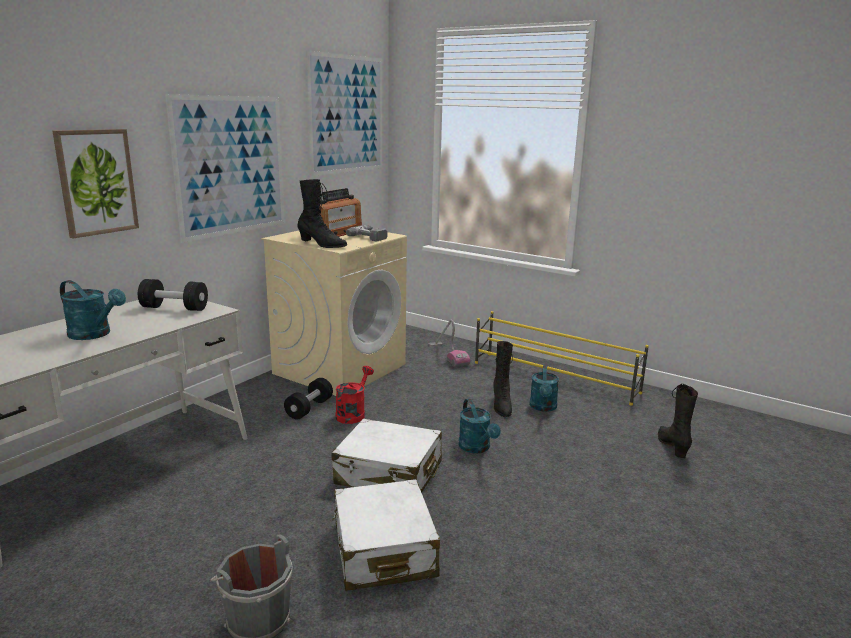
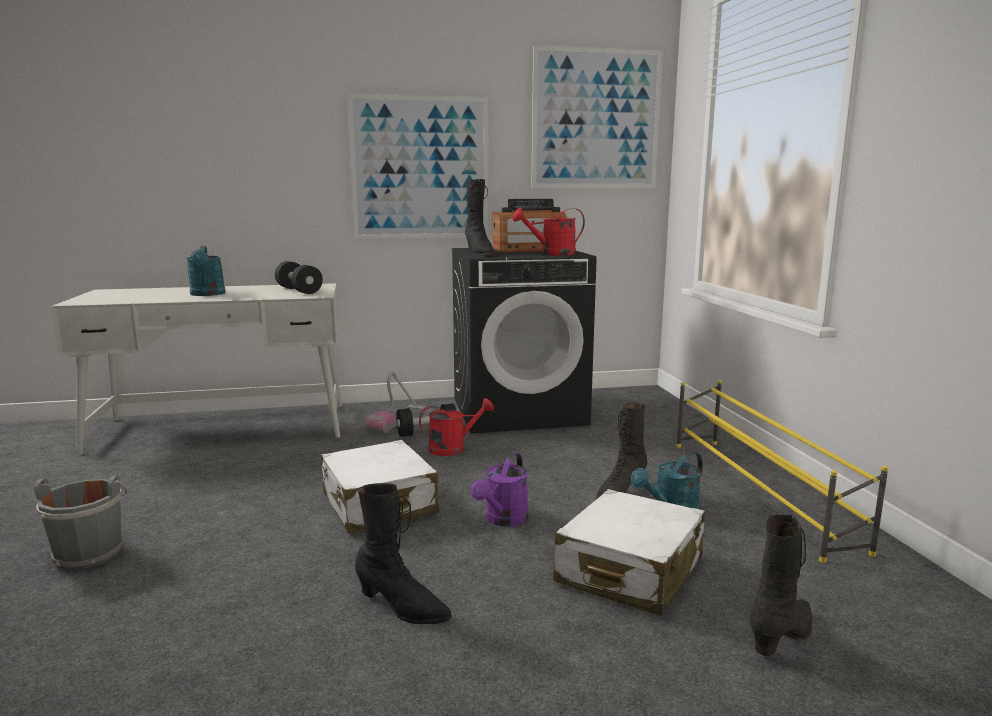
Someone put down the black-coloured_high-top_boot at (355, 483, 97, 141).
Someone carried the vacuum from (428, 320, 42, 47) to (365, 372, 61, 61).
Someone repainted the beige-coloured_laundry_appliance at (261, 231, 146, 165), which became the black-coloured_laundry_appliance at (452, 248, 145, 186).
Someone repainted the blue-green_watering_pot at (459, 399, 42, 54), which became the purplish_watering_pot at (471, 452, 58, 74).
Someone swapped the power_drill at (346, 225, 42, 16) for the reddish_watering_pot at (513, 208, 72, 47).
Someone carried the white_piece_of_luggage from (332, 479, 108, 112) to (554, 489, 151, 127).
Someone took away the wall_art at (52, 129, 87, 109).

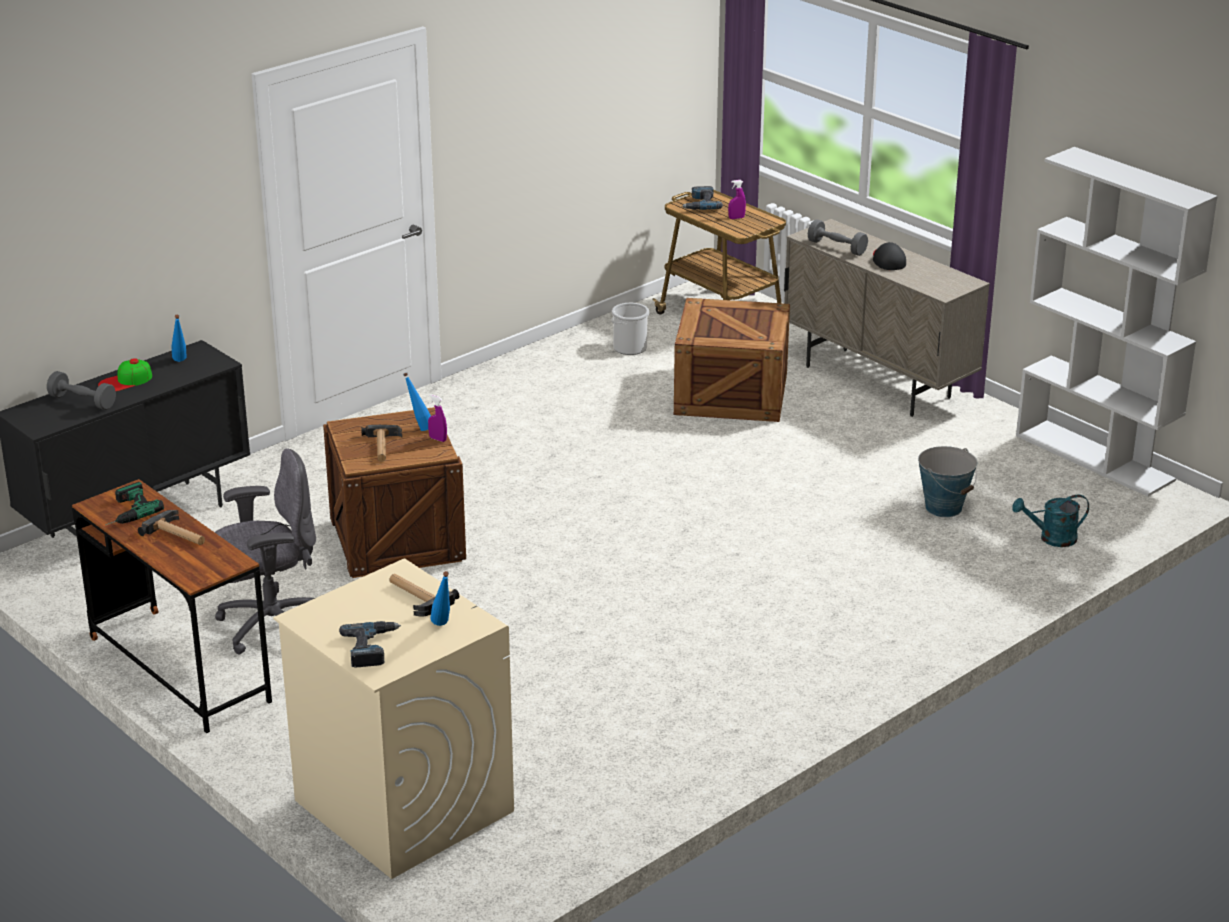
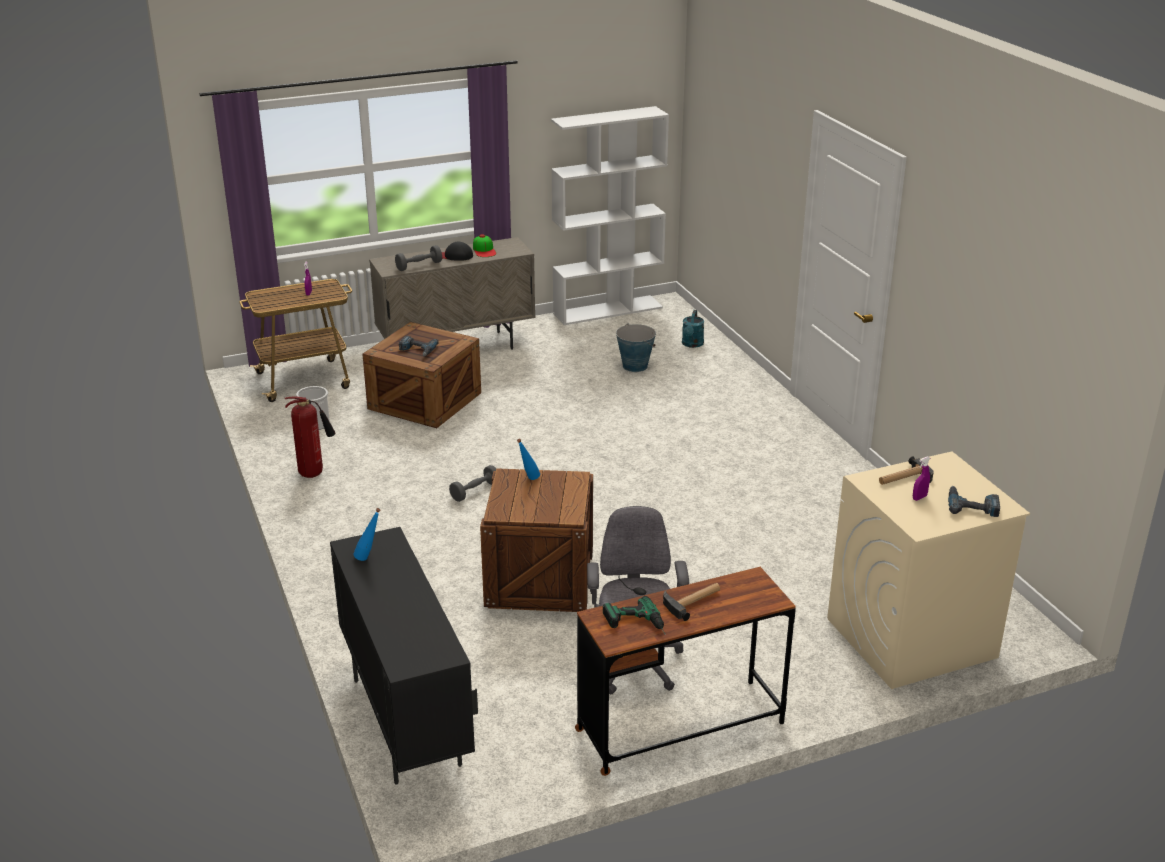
Someone put down the extinguisher at (285, 396, 51, 82).
Someone carried the power_drill from (682, 186, 41, 24) to (399, 336, 40, 20).
Someone carried the grey_free_weight from (47, 371, 69, 39) to (449, 465, 47, 37).
Someone carried the peaked_cap from (98, 358, 54, 33) to (473, 234, 24, 23).
Someone carried the purplish_spray_bottle from (428, 394, 19, 48) to (913, 456, 17, 45).
Someone took away the tool_hammer at (361, 425, 41, 37).
Someone took away the blue_drink_bottle at (430, 571, 20, 55).

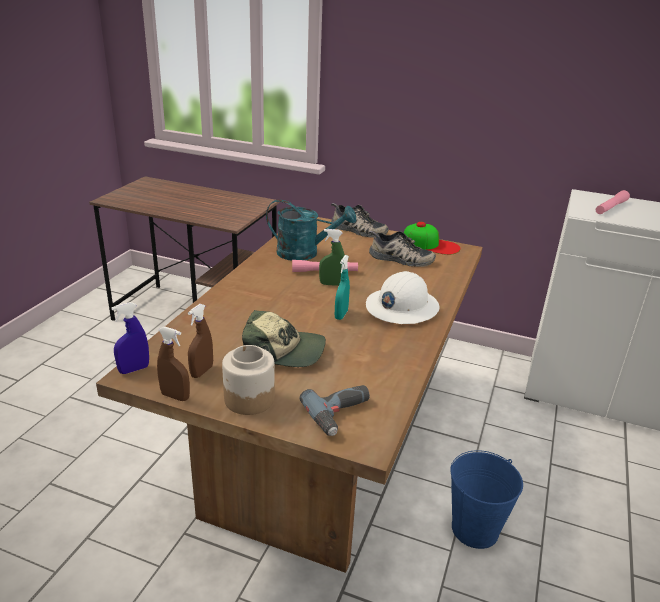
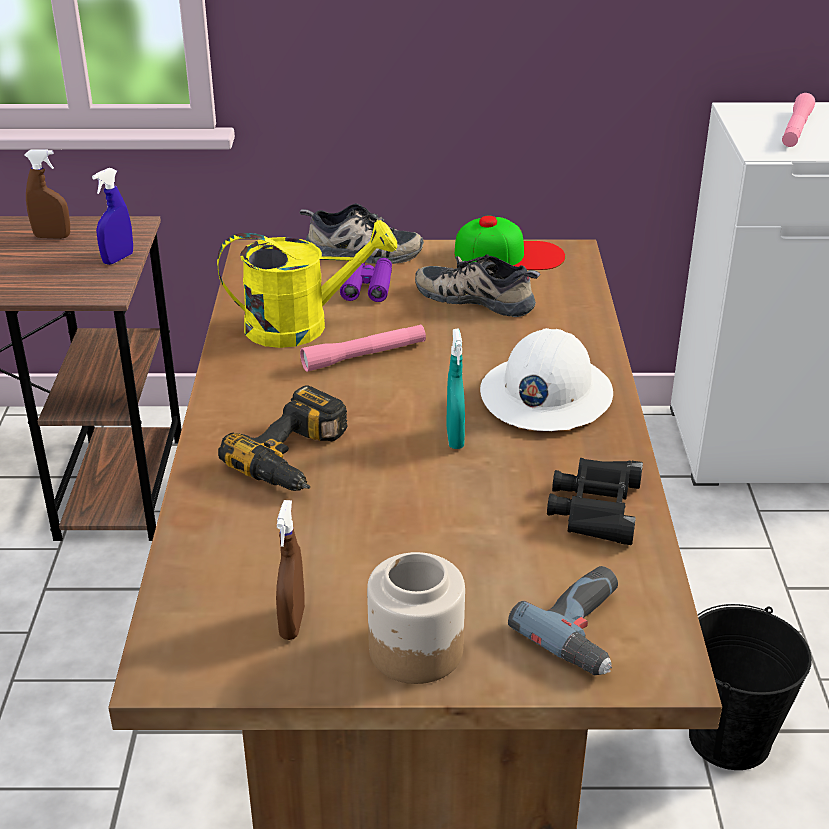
Someone carried the brownish_spray_bottle from (157, 326, 33, 75) to (25, 149, 45, 90).
Someone carried the blue_spray_bottle from (111, 302, 38, 72) to (92, 168, 41, 97).
Someone repainted the blue-green_watering_pot at (266, 199, 90, 62), which became the yellow-coloured_watering_pot at (217, 220, 180, 128).
Someone put down the power_drill at (218, 385, 130, 106).
Someone put down the purplish_field_glasses at (340, 258, 52, 44).
Someone rotated the item_of_footwear at (369, 231, 67, 36) by 150 degrees counterclockwise.
Someone put down the black-coloured_field_glasses at (547, 458, 96, 87).
Someone repainted the blue_bucket at (450, 450, 73, 99), which became the black-coloured_bucket at (689, 604, 123, 166).
Someone took away the peaked_cap at (242, 310, 84, 57).
Someone took away the green_spray_bottle at (319, 229, 26, 57).

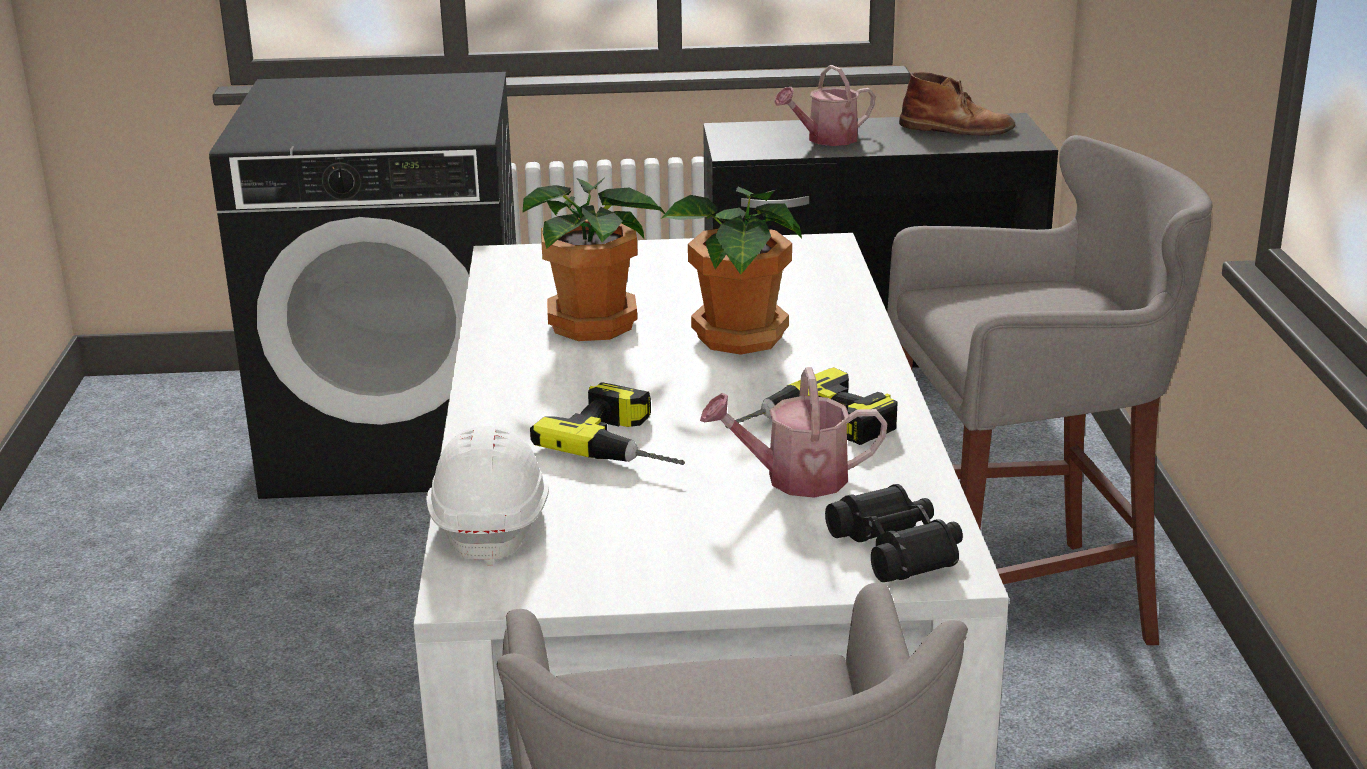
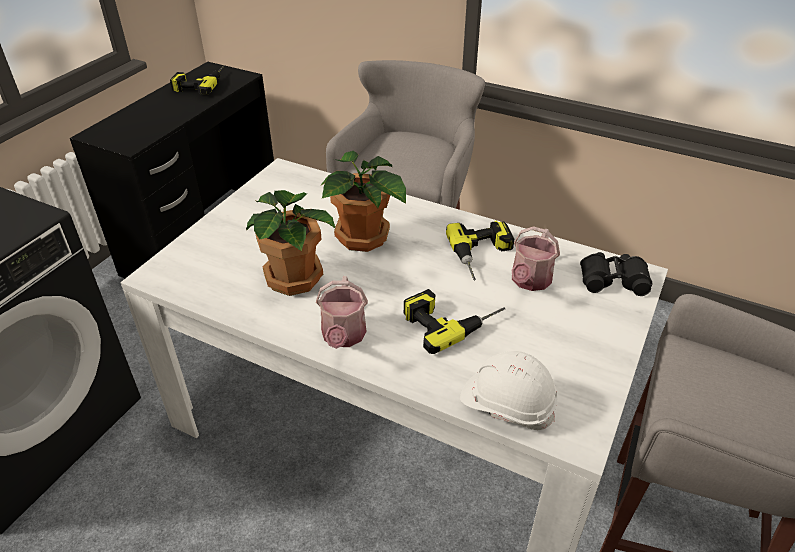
Someone swapped the brownish_high-top_boot at (899, 72, 116, 63) for the power_drill at (170, 65, 54, 30).
Someone carried the watering_pot from (774, 65, 102, 81) to (316, 276, 52, 73).

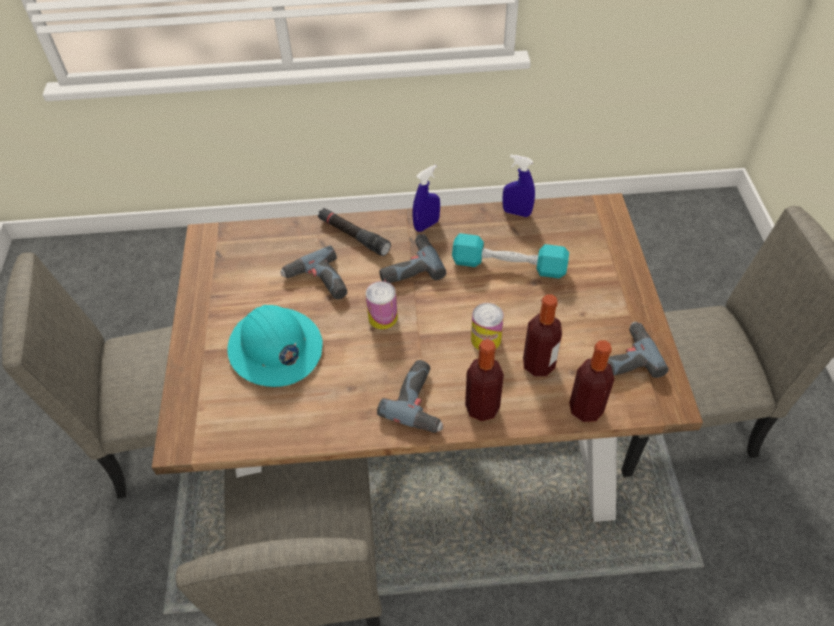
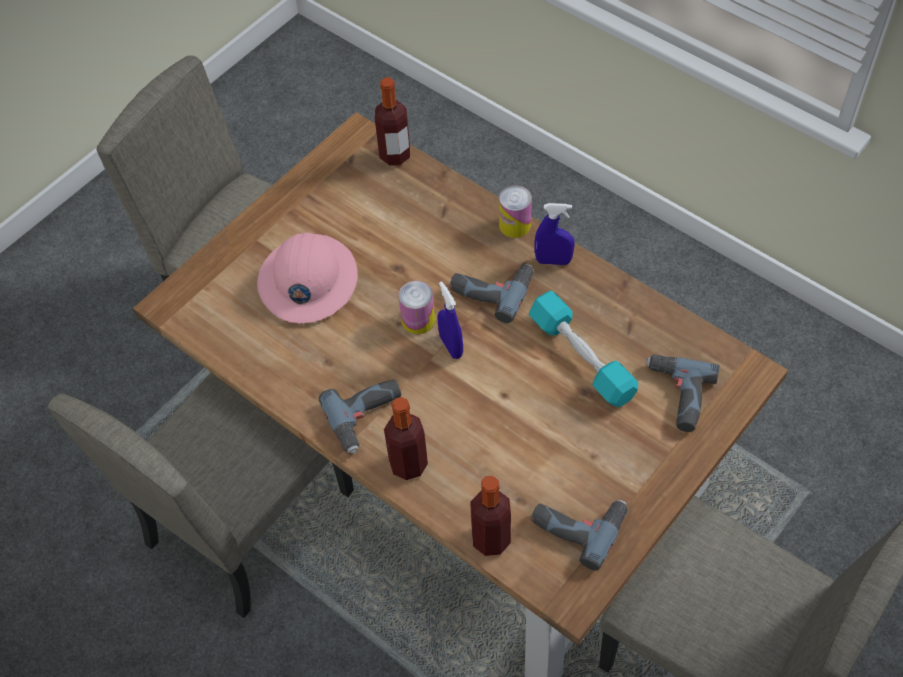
Someone repainted the blue-green_safety_helmet at (227, 305, 96, 82), which became the pinkish_safety_helmet at (257, 233, 101, 91).
Someone carried the drink_bottle from (523, 294, 39, 82) to (375, 78, 35, 87).
Someone carried the blue_spray_bottle from (502, 155, 33, 62) to (437, 281, 26, 78).
Someone carried the metal_can from (471, 303, 33, 47) to (499, 185, 33, 53).
Someone carried the power_drill from (280, 245, 67, 54) to (645, 355, 75, 77).
Someone took away the black-coloured_flashlight at (318, 208, 73, 48).

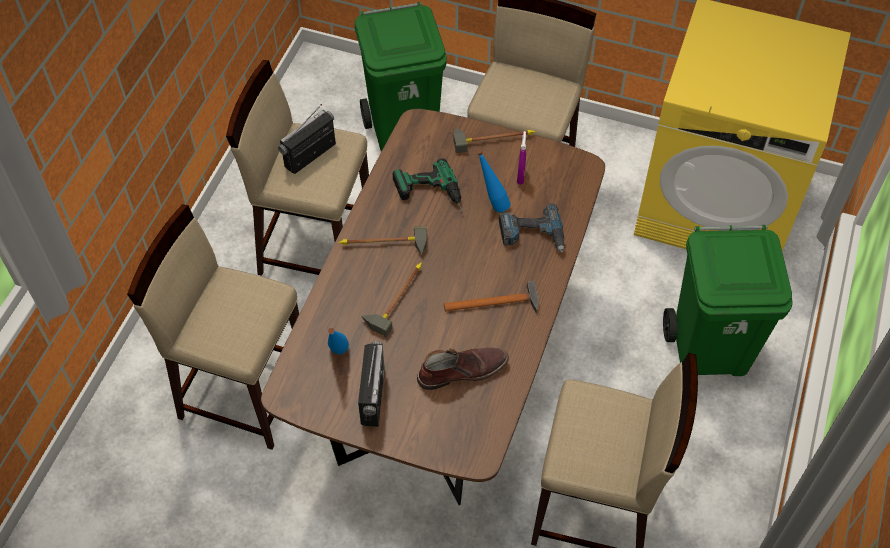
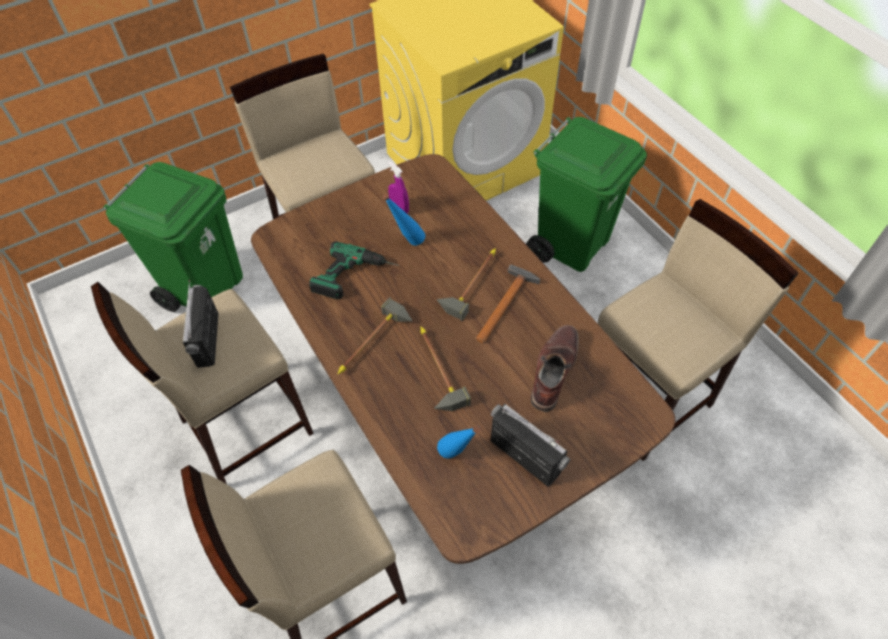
Someone carried the tool_hammer from (454, 127, 82, 26) to (436, 248, 60, 73).
Someone took away the power_drill at (499, 203, 66, 50).

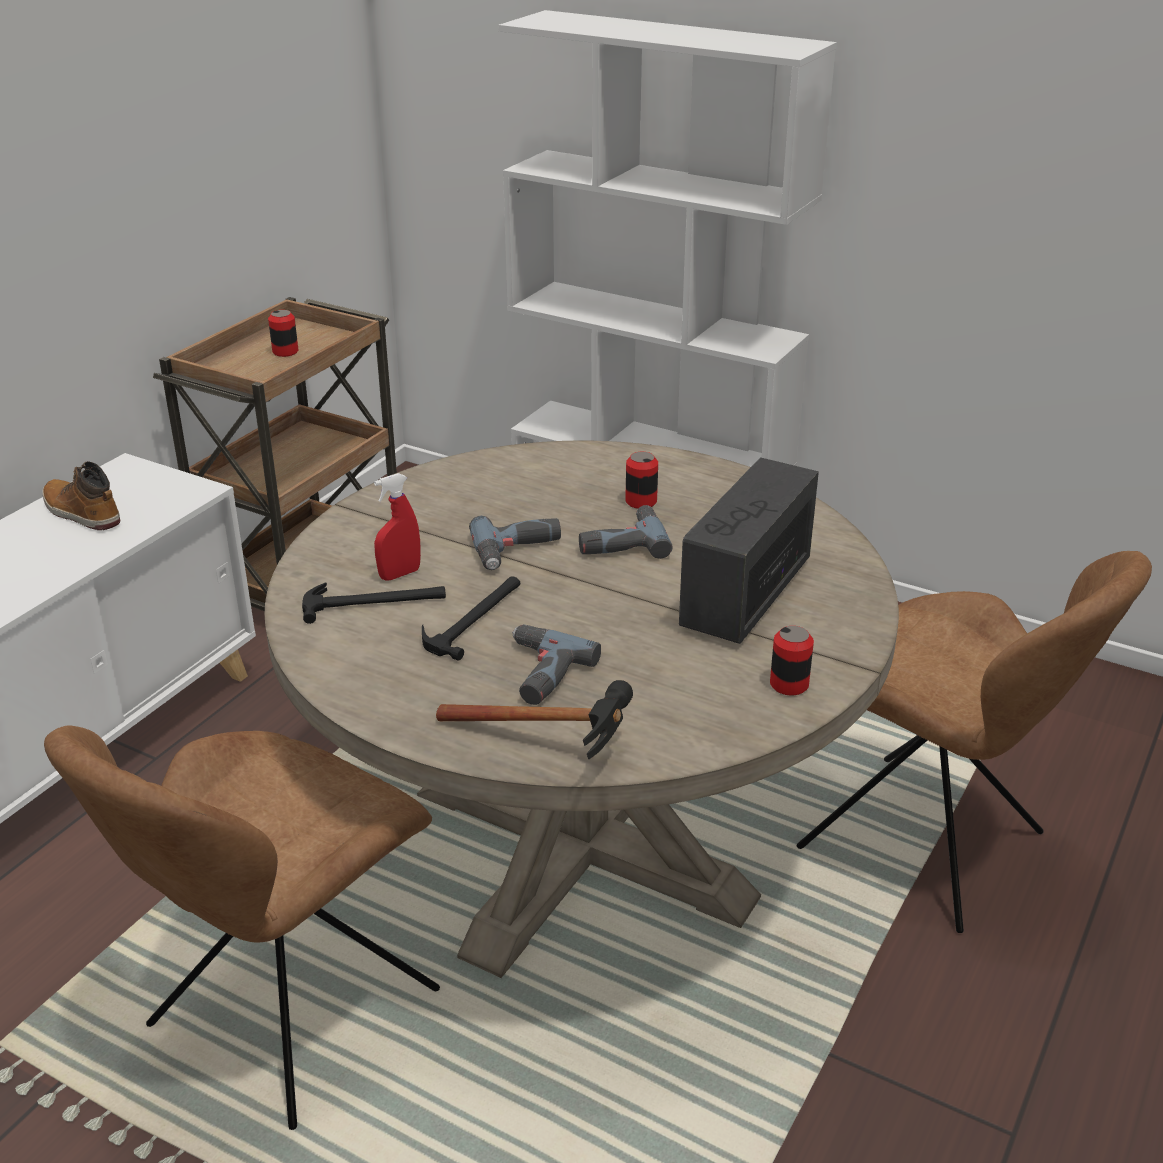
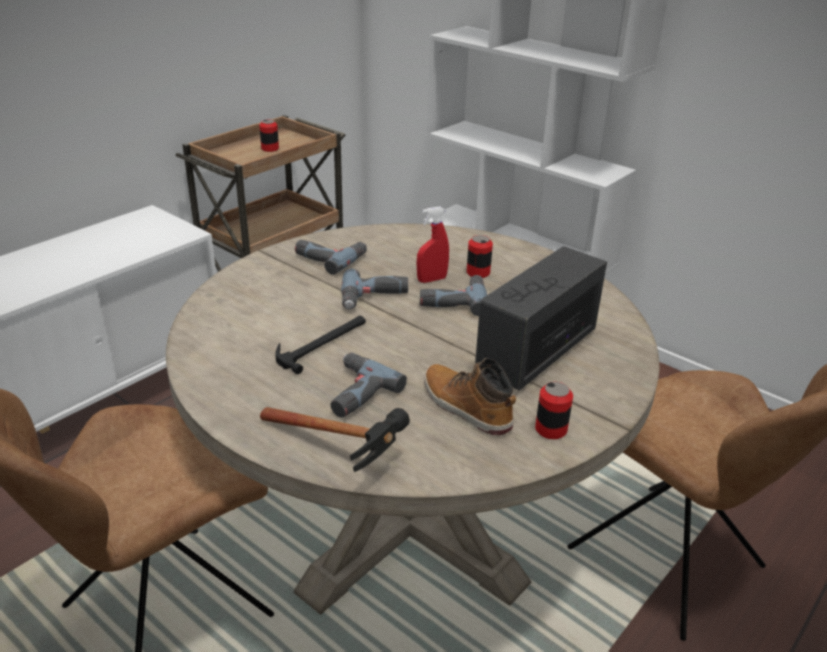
Someone put down the power_drill at (295, 240, 72, 35).
Someone carried the reddish_spray_bottle from (374, 473, 47, 108) to (417, 206, 32, 77).
Someone carried the high-top_boot from (42, 461, 79, 69) to (424, 358, 92, 77).
Someone took away the tool_hammer at (302, 583, 144, 41).

